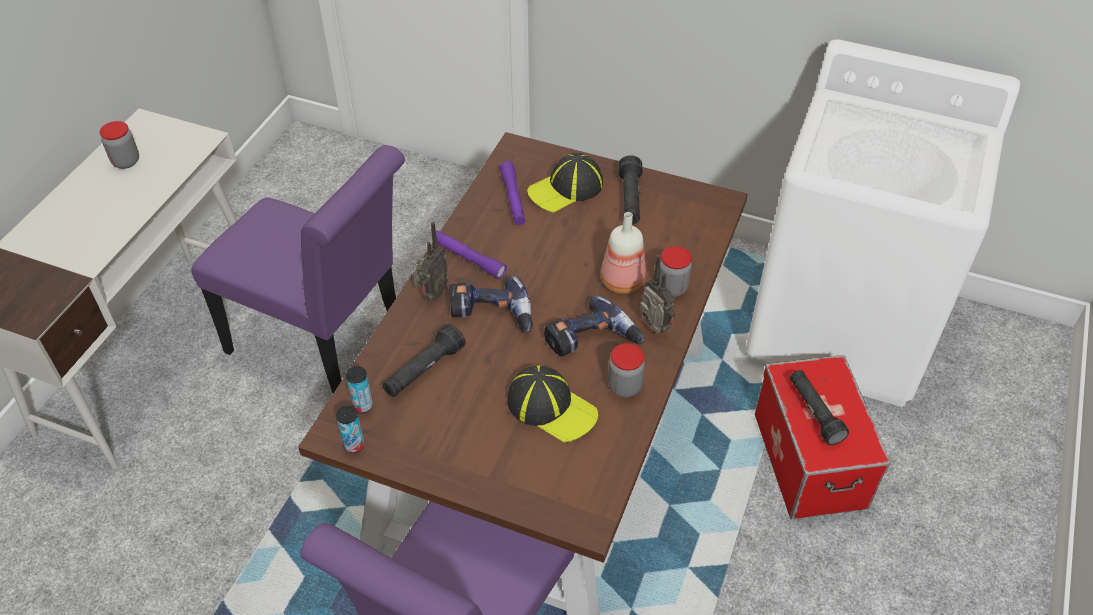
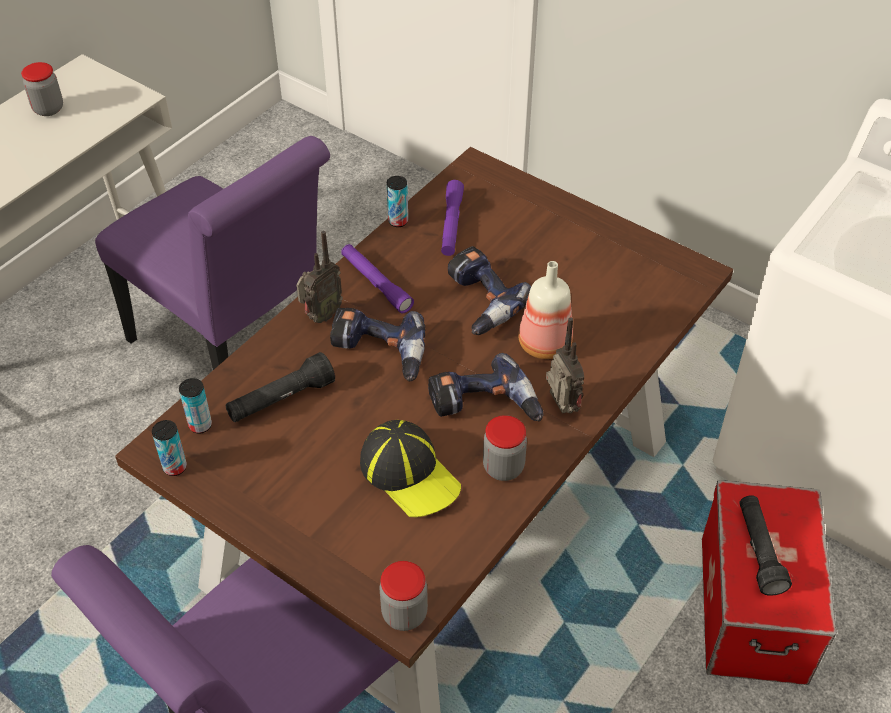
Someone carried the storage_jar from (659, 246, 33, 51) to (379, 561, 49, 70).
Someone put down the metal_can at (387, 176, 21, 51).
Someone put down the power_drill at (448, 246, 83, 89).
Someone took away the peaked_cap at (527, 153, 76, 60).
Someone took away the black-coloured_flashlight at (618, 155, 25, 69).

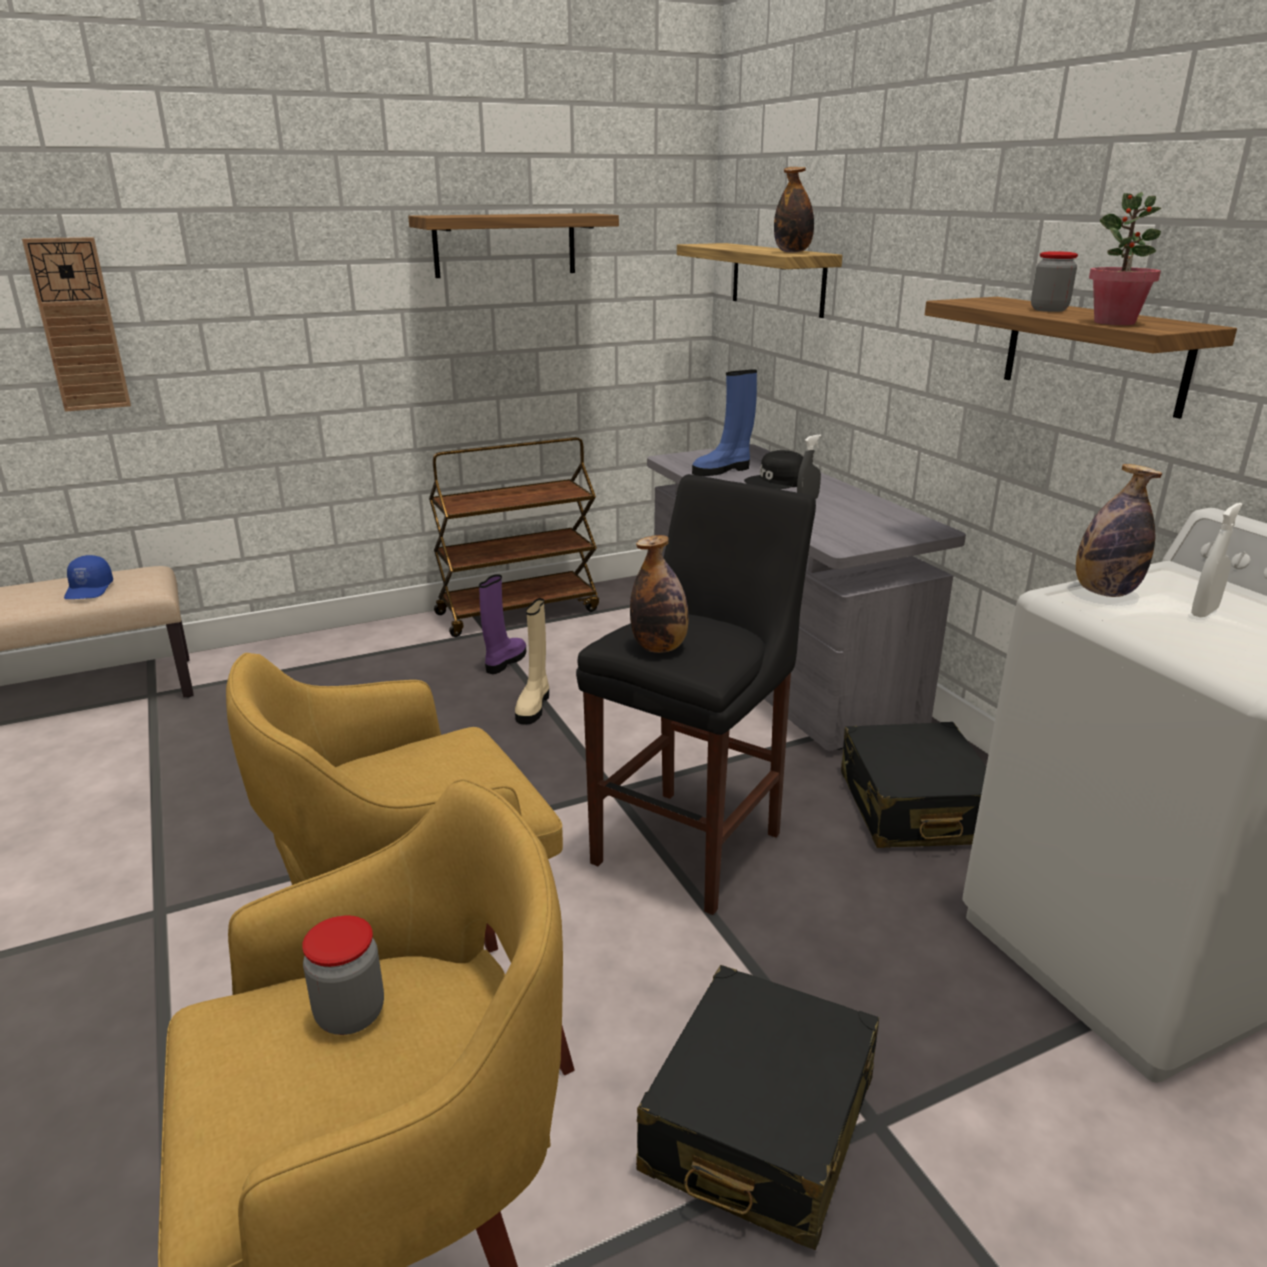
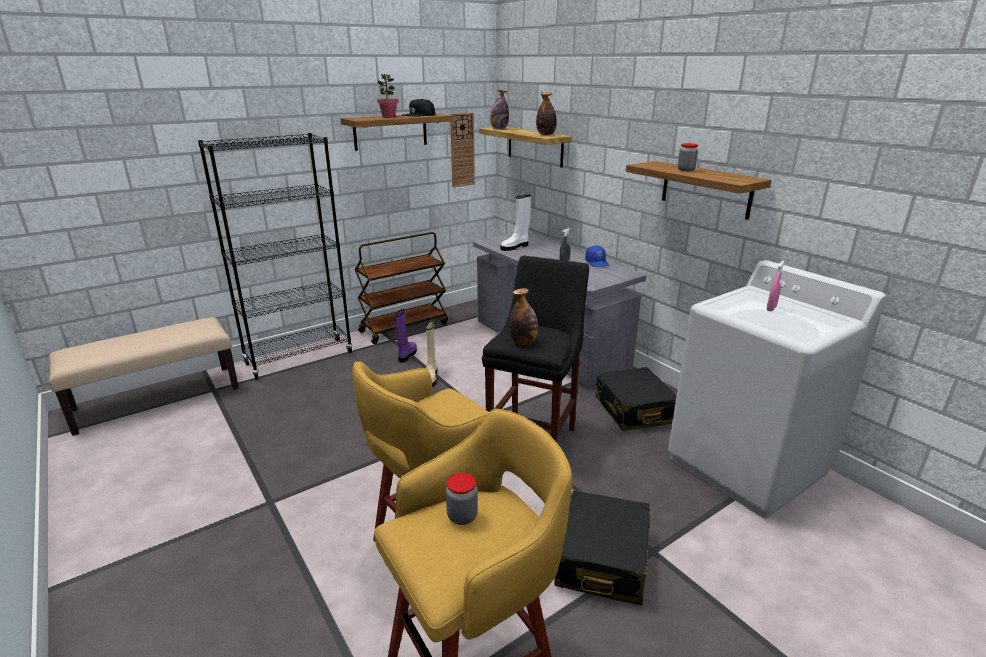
Someone put down the black-coloured_shelving_unit at (198, 133, 155, 246).
Someone carried the potted_plant from (1089, 192, 72, 133) to (377, 74, 22, 44).
Someone carried the black-coloured_peaked_cap from (744, 450, 59, 39) to (402, 99, 33, 18).
Someone carried the clock_on_the_wall from (22, 237, 109, 175) to (450, 113, 25, 74).
Someone carried the drink_bottle from (1076, 464, 87, 133) to (490, 90, 19, 39).
Someone repainted the blue_high-top_boot at (692, 369, 65, 107), which became the white_high-top_boot at (501, 195, 30, 56).
Someone carried the blue_peaked_cap from (64, 555, 49, 44) to (585, 245, 24, 22).
Someone repainted the white_spray_bottle at (1191, 503, 52, 114), which became the pinkish_spray_bottle at (766, 260, 19, 51).

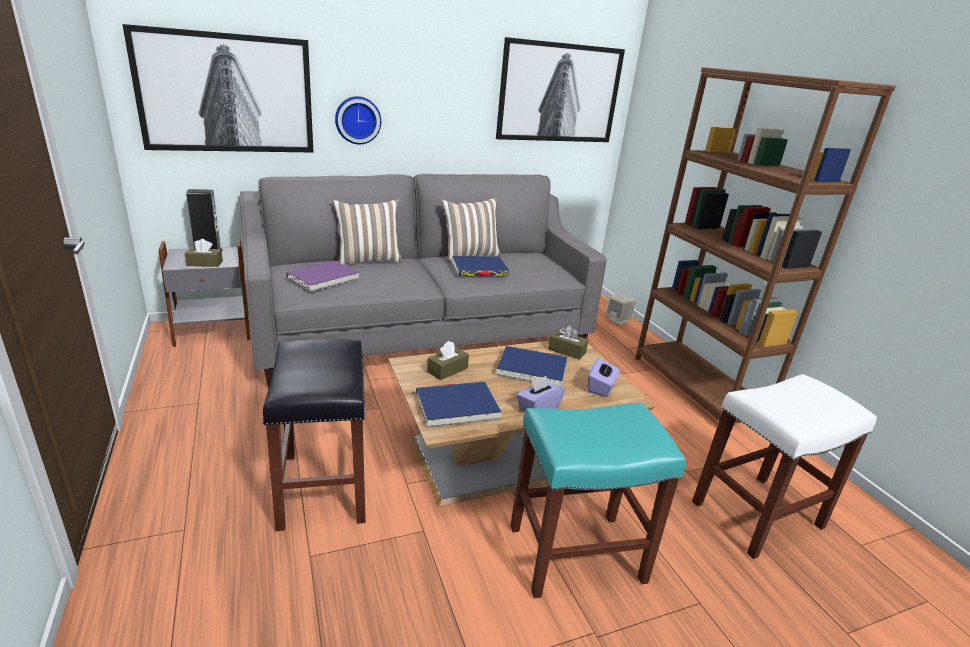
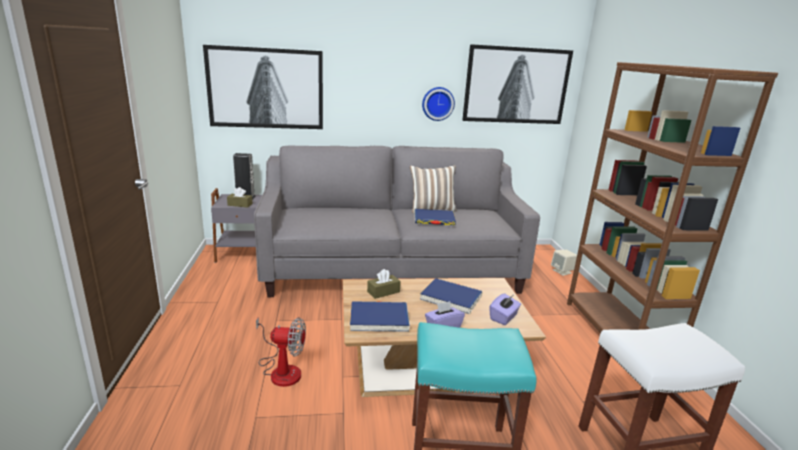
Someone swapped the black-coloured_stool at (263, 338, 103, 193) for the electric_fan at (256, 317, 50, 70).
Someone carried the clock_on_the_wall from (335, 96, 46, 48) to (422, 87, 33, 34).
Someone took away the purplish_book at (286, 261, 73, 31).
Someone took away the pillow at (332, 199, 71, 66).
Someone took away the brownish_tissue_holder at (548, 325, 40, 35).

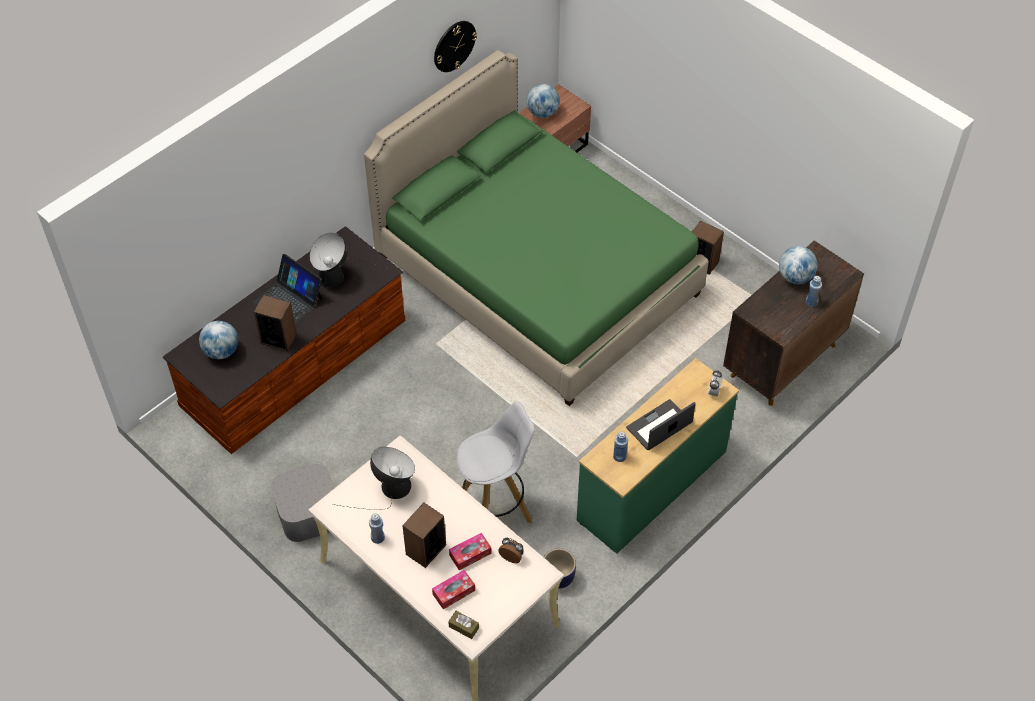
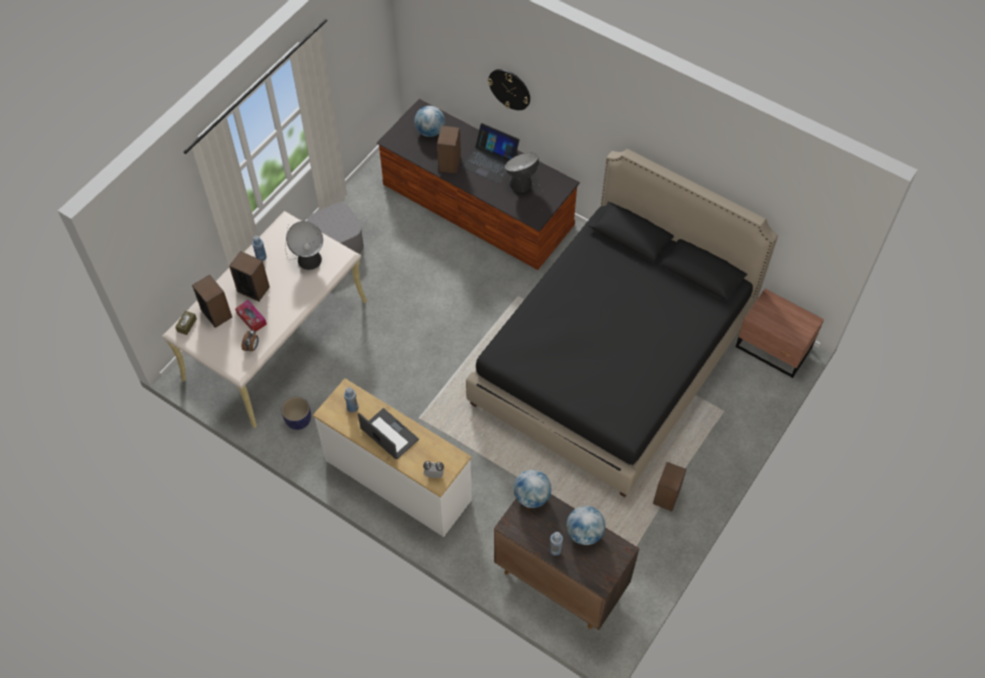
Someone swapped the tissue_holder at (432, 570, 43, 39) for the audio_speaker at (192, 274, 40, 54).
Someone repainted the green_drawer_chest at (577, 358, 162, 196), which became the white_drawer_chest at (313, 378, 159, 159).
Someone rotated the notebook_computer at (253, 254, 70, 70) by 90 degrees counterclockwise.
Someone repainted the green_bed at (364, 50, 345, 356), which became the black-coloured_bed at (466, 149, 312, 348).
Someone carried the clock_on_the_wall from (434, 21, 43, 51) to (488, 69, 42, 41).
Someone carried the globe from (526, 84, 34, 34) to (513, 470, 38, 38).
Someone took away the white_stool at (457, 401, 78, 122).

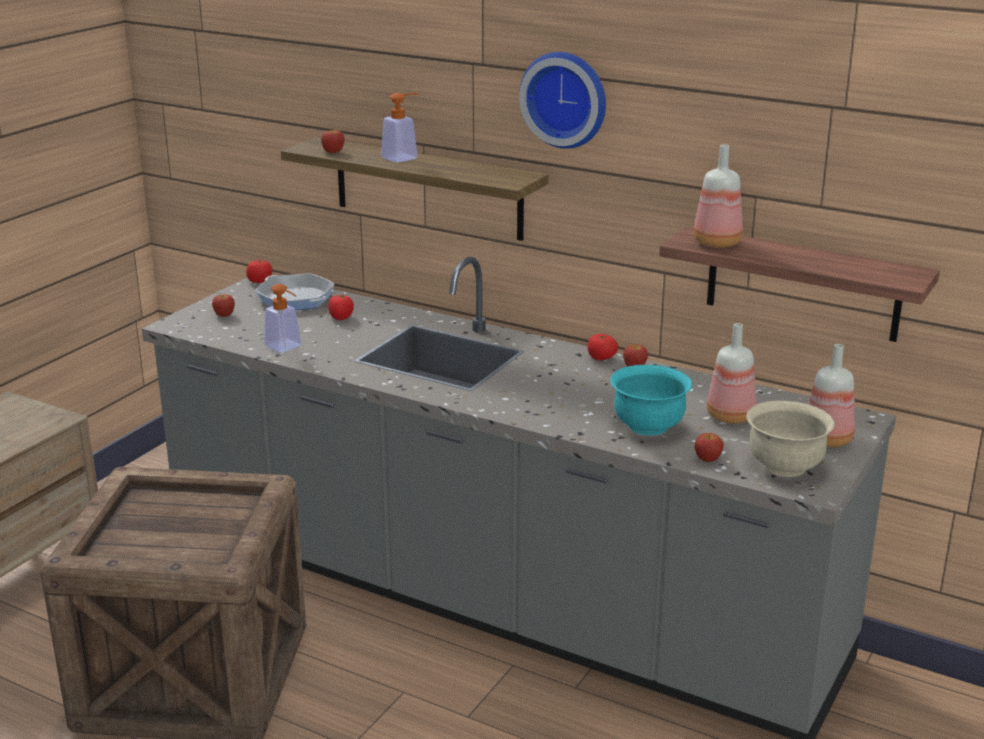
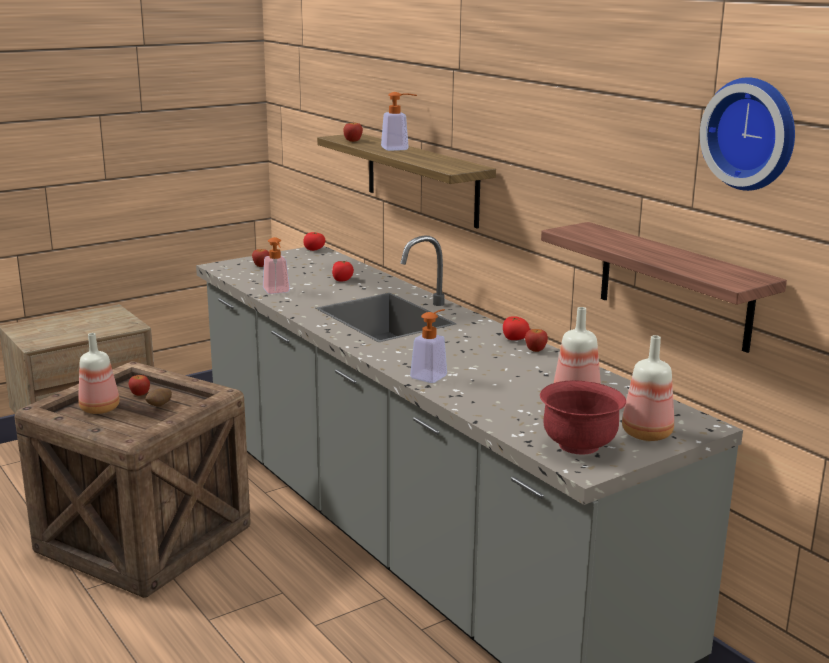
Someone carried the drink_bottle from (693, 145, 50, 103) to (78, 333, 42, 81).
Someone carried the apple_fruit from (694, 433, 30, 29) to (128, 375, 22, 21).
Someone put down the potato at (145, 388, 27, 18).
Someone put down the soap_bottle at (410, 309, 37, 74).
Someone repainted the beige-coloured_bowl at (747, 400, 88, 77), which became the reddish_bowl at (540, 380, 86, 74).
Someone carried the clock_on_the_wall from (519, 52, 87, 97) to (700, 77, 95, 114).
Someone took away the skillet at (255, 273, 80, 37).
Someone took away the blue-green_bowl at (611, 365, 81, 71).

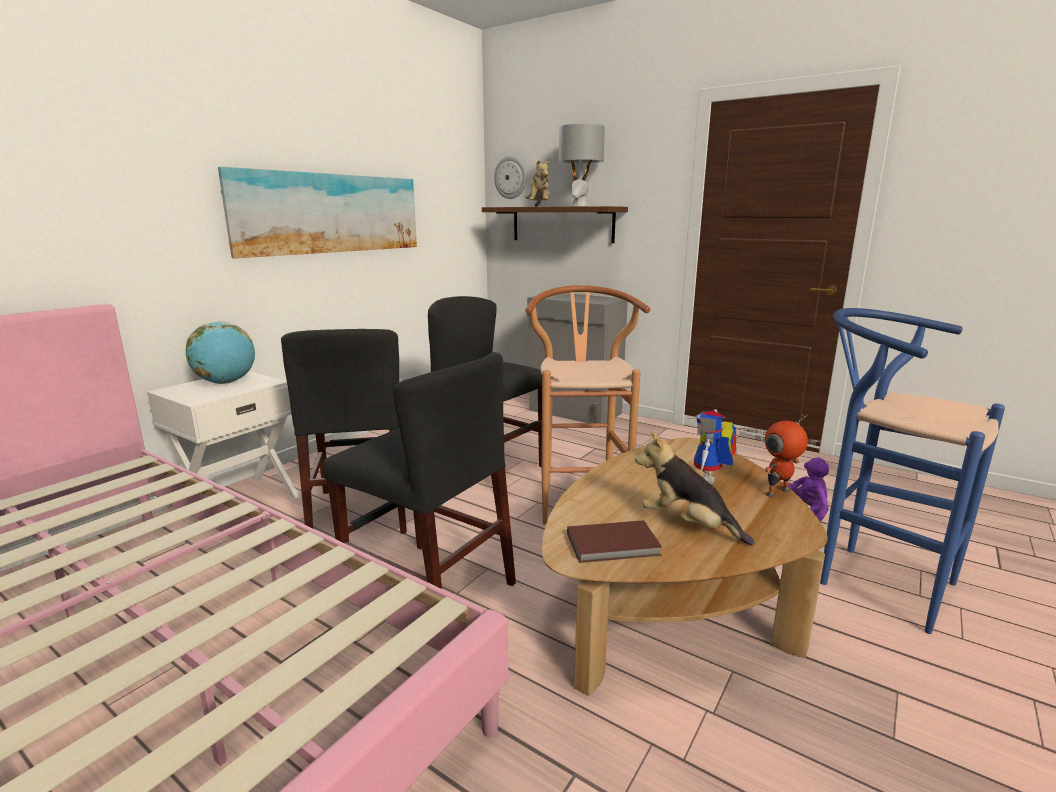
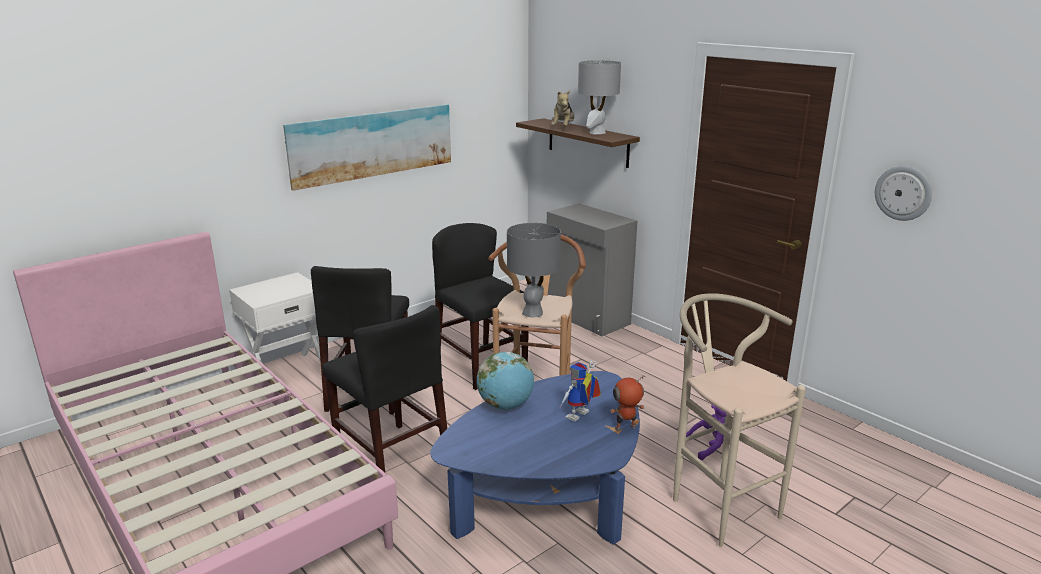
Someone repainted the brownish_low_table at (542, 438, 286, 258), which became the blue_low_table at (430, 371, 210, 174).
Someone carried the globe from (186, 321, 69, 63) to (477, 352, 57, 58).
Someone put down the grey_tabletop_lamp at (507, 223, 54, 94).
Someone repainted the blue_stool at (820, 308, 185, 326), which became the beige-coloured_stool at (673, 293, 133, 254).
Someone carried the clock_on_the_wall from (494, 156, 33, 43) to (875, 166, 57, 55).
Someone took away the brownish_book at (567, 520, 95, 43).
Someone took away the soft_toy at (635, 431, 119, 114).

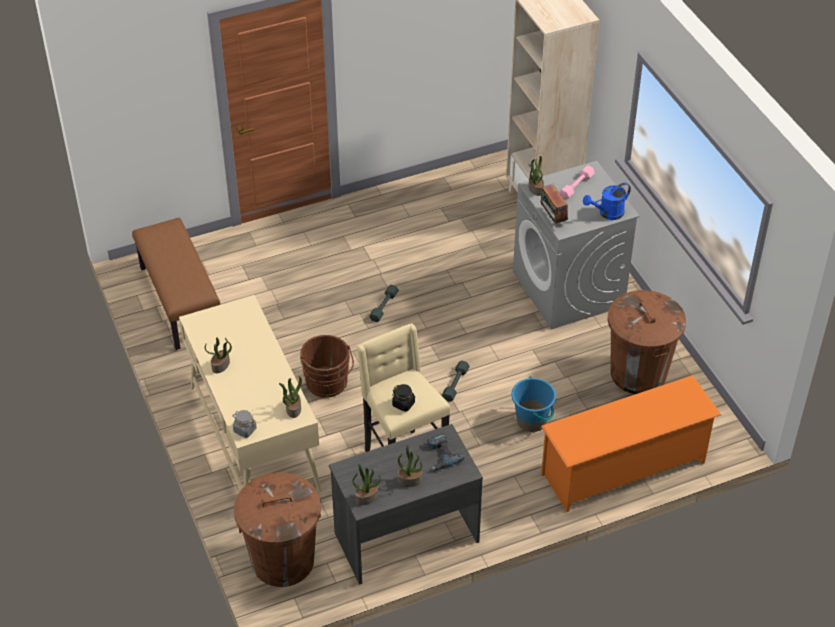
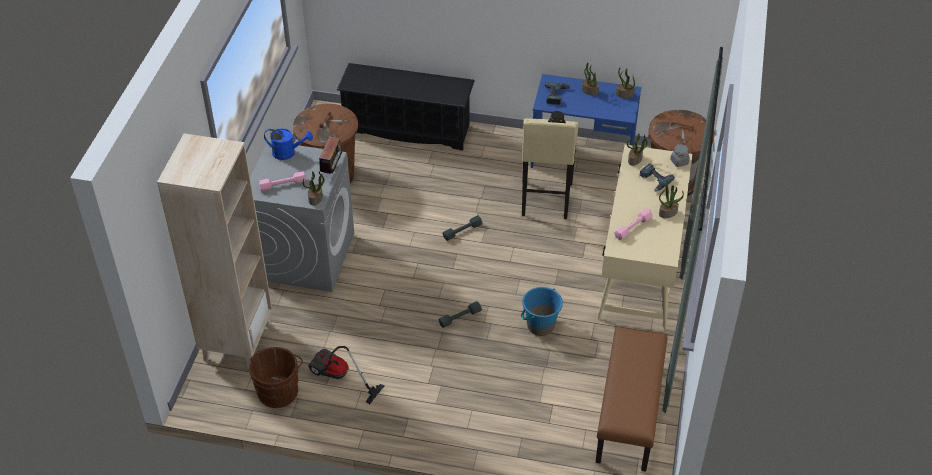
Someone carried the brownish_bucket from (300, 335, 54, 63) to (249, 347, 54, 61).
Someone put down the vacuum at (308, 346, 76, 58).
Someone repainted the orange-coloured_shoe_rack at (541, 375, 180, 137), which became the black-coloured_shoe_rack at (337, 63, 138, 88).
Someone carried the blue_bucket from (512, 377, 44, 55) to (521, 287, 42, 49).
Someone repainted the grey_desk_unit at (329, 424, 154, 161), which became the blue_desk_unit at (531, 74, 110, 94).
Someone put down the pinkish_free_weight at (614, 208, 39, 32).
Someone put down the power_drill at (640, 163, 35, 29).

